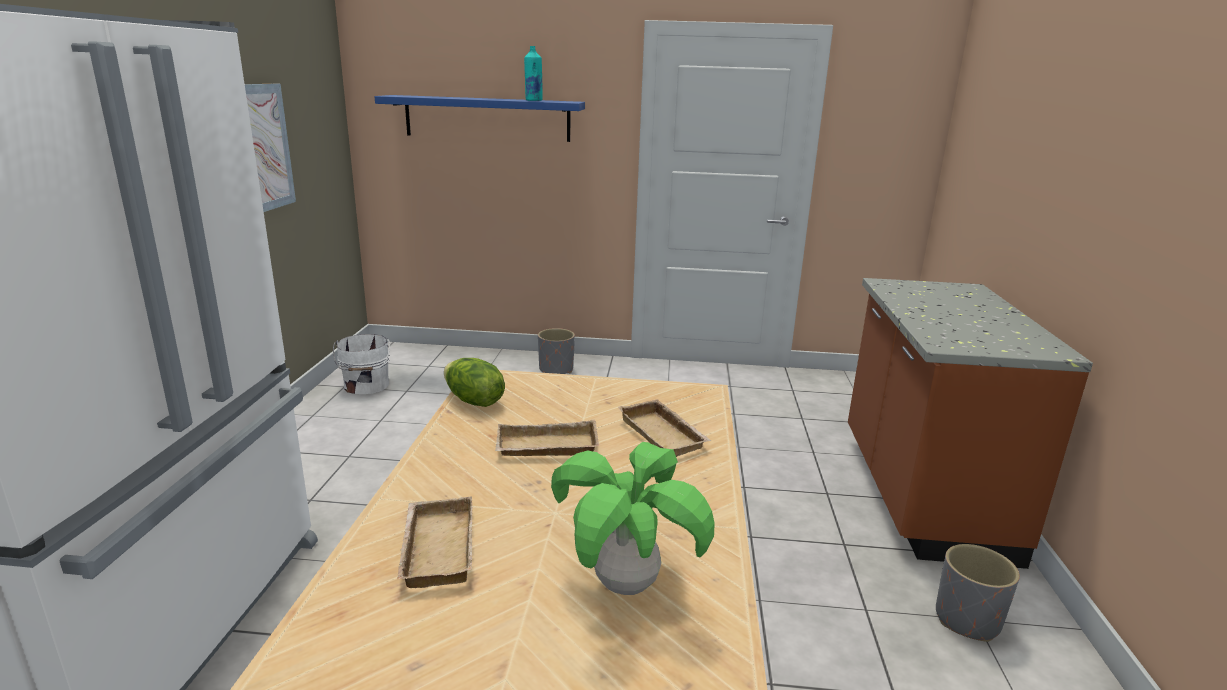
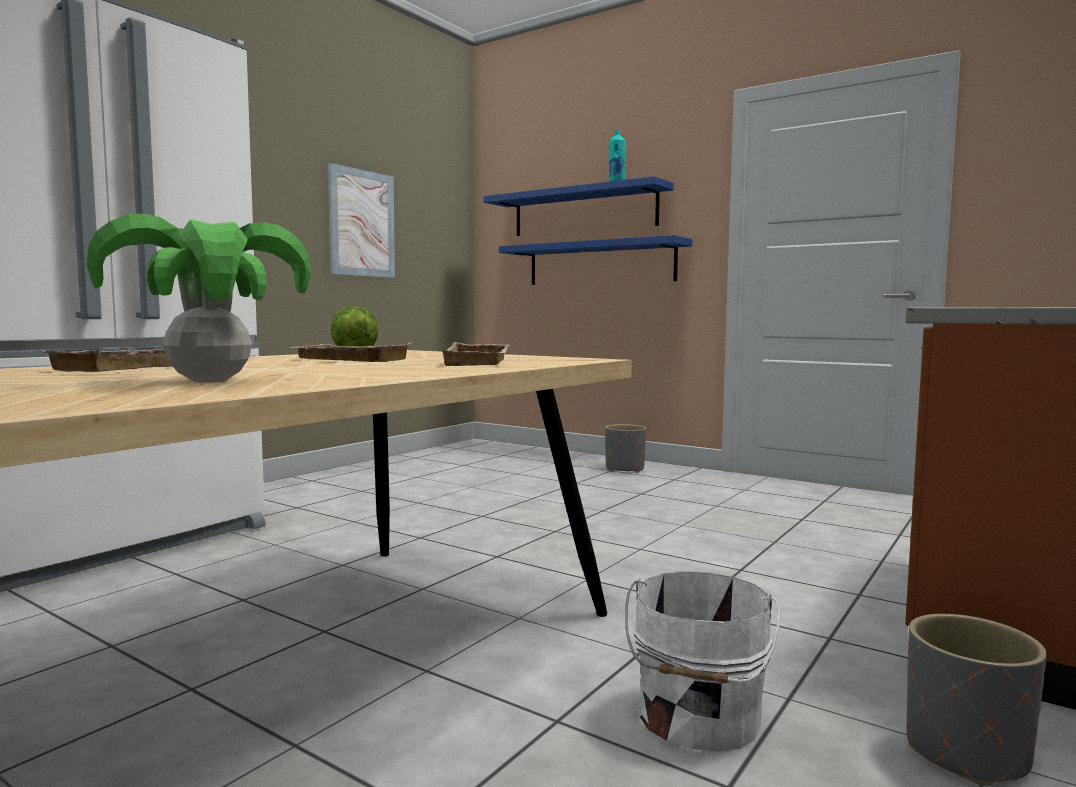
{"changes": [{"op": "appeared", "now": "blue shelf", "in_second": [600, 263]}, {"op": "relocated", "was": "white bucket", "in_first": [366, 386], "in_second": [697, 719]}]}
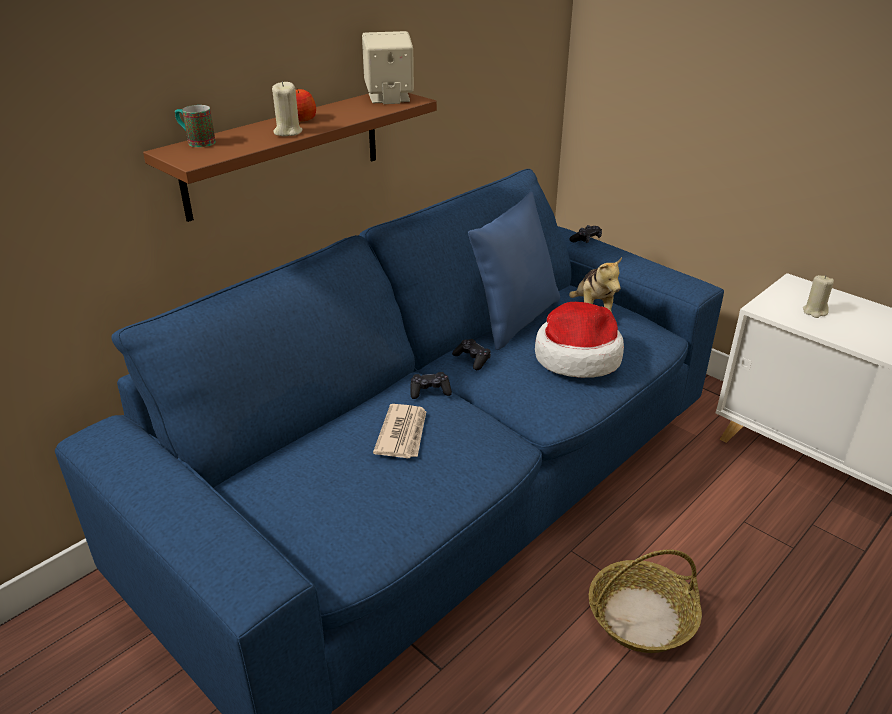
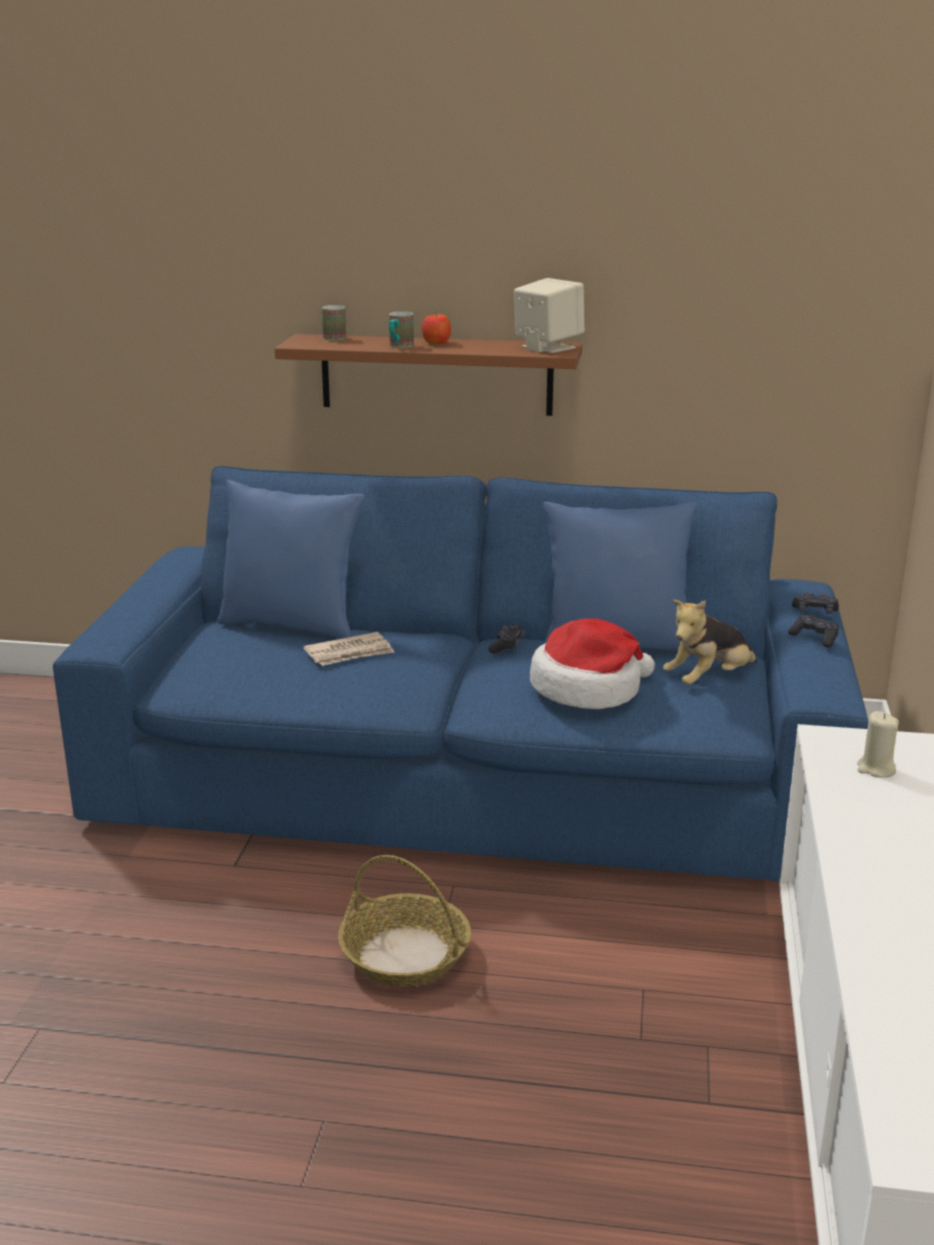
{"changes": [{"op": "appeared", "now": "blue pillow", "in_second": [292, 625]}, {"op": "relocated", "was": "black game controller", "in_first": [430, 391], "in_second": [815, 637]}, {"op": "exchanged", "was": "beige candle", "now": "mug", "in_first": [287, 132], "in_second": [399, 346]}]}
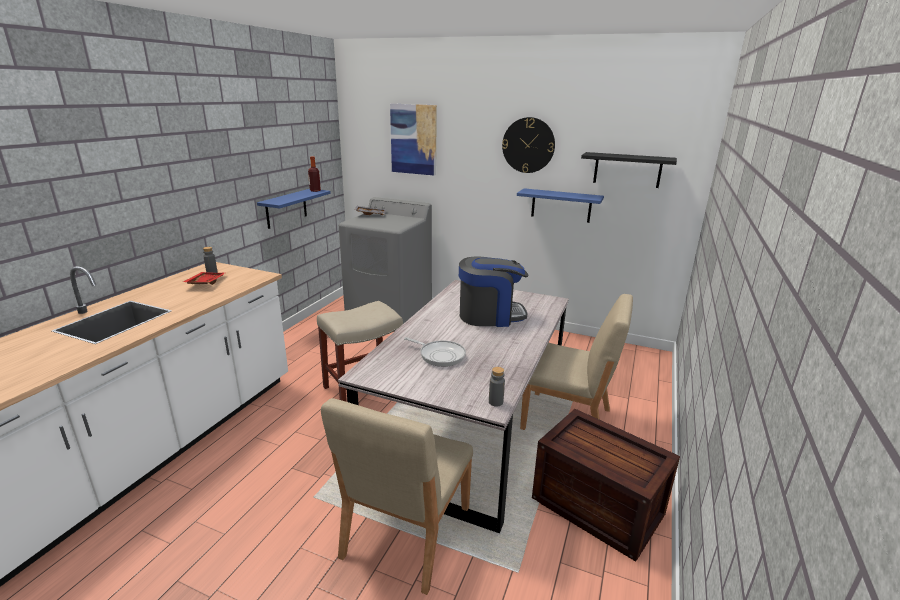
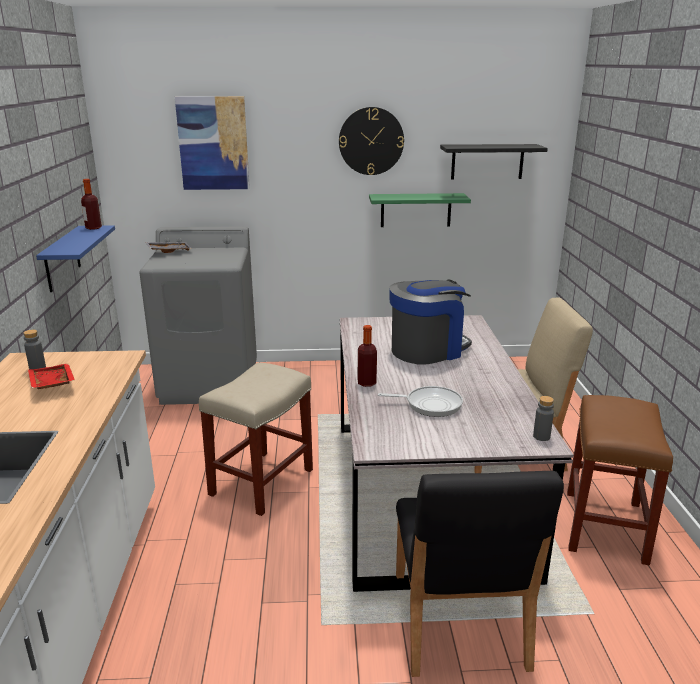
{"changes": [{"op": "appeared", "now": "bottle", "in_second": [366, 383]}, {"op": "exchanged", "was": "crate", "now": "brown stool", "in_first": [595, 505], "in_second": [604, 525]}, {"op": "colour", "was": "beige chair", "now": "black chair", "in_first": [405, 533], "in_second": [458, 622]}, {"op": "colour", "was": "blue shelf", "now": "green shelf", "in_first": [561, 205], "in_second": [416, 210]}]}
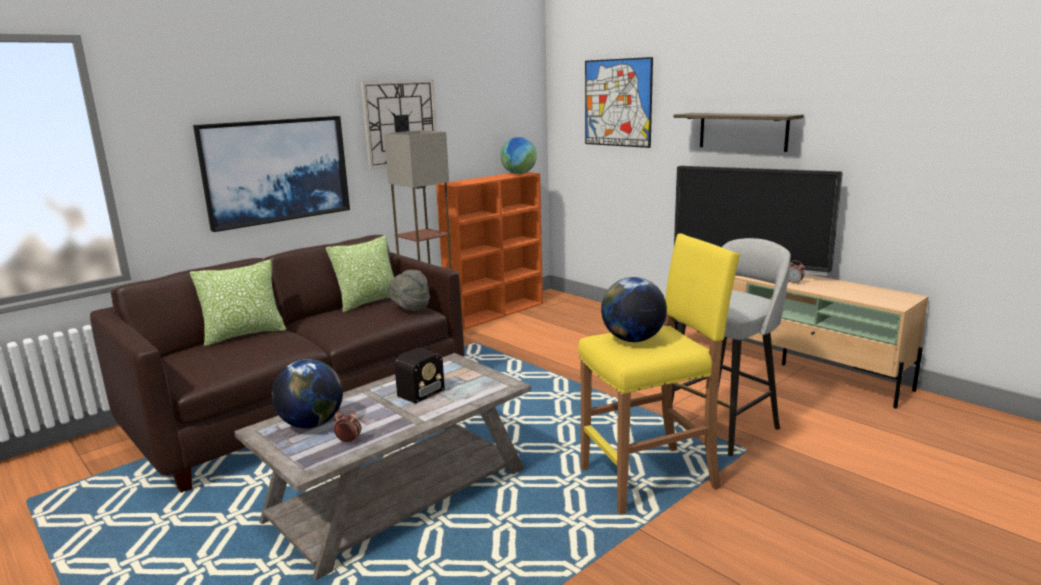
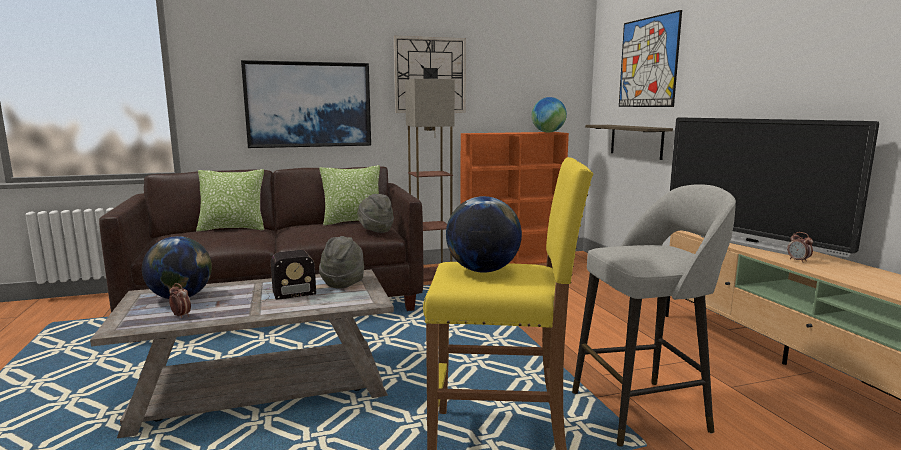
{"changes": [{"op": "appeared", "now": "grey hat", "in_second": [343, 282]}, {"op": "relocated", "was": "shelf", "in_first": [742, 131], "in_second": [636, 141]}]}
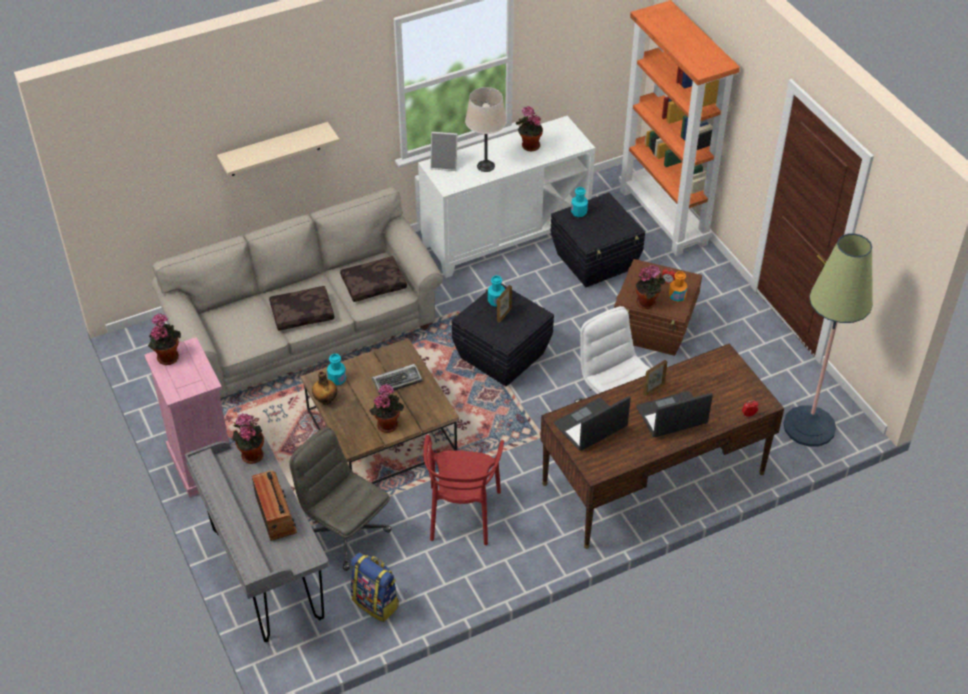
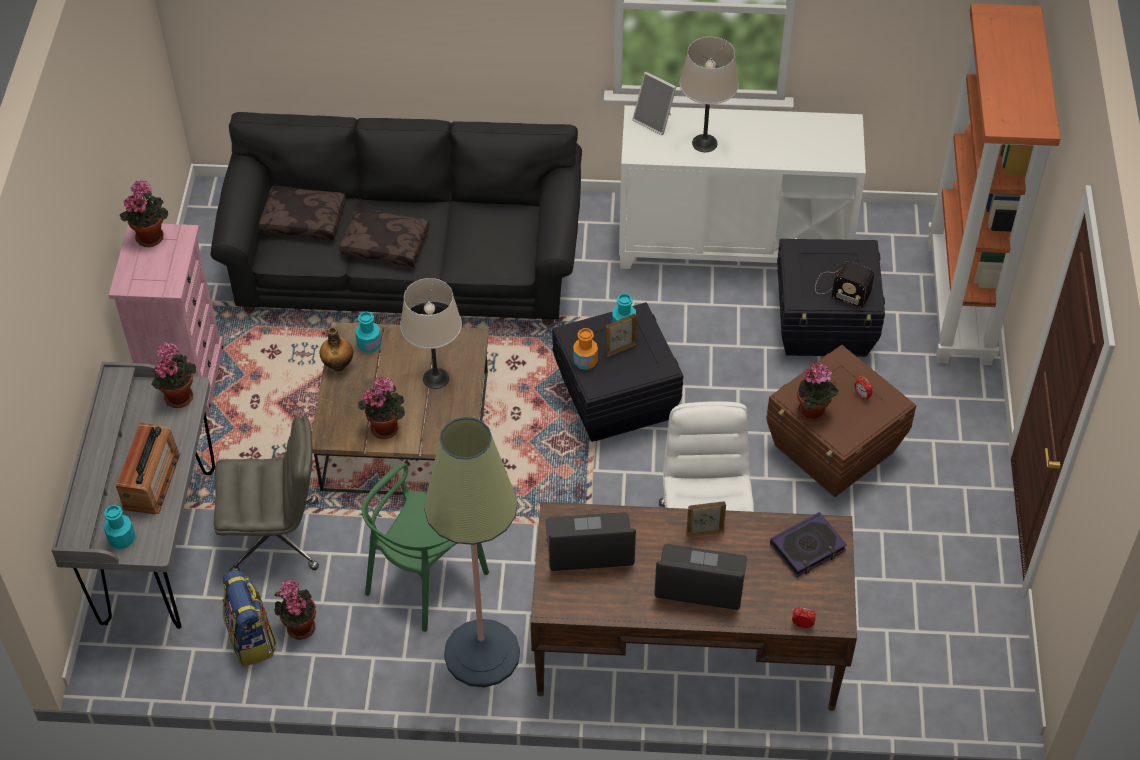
{"changes": [{"op": "missing", "was": "beige shelf", "in_first": [274, 150]}, {"op": "appeared", "now": "book", "in_second": [808, 548]}, {"op": "appeared", "now": "radio", "in_second": [840, 289]}, {"op": "relocated", "was": "brown pillow", "in_first": [374, 284], "in_second": [304, 219]}, {"op": "relocated", "was": "potted plant", "in_first": [529, 146], "in_second": [298, 626]}, {"op": "relocated", "was": "turquoise bottle", "in_first": [579, 212], "in_second": [122, 539]}, {"op": "relocated", "was": "orange bottle", "in_first": [677, 297], "in_second": [585, 361]}, {"op": "relocated", "was": "floor lamp", "in_first": [809, 426], "in_second": [482, 654]}, {"op": "exchanged", "was": "keyboard", "now": "beige table lamp", "in_first": [397, 381], "in_second": [436, 378]}, {"op": "colour", "was": "beige sofa", "now": "black sofa", "in_first": [304, 331], "in_second": [406, 266]}, {"op": "colour", "was": "red chair", "now": "green chair", "in_first": [462, 514], "in_second": [424, 579]}, {"op": "spun", "was": "grey office chair", "in_first": [344, 533], "in_second": [276, 537], "clockwise": 105}]}
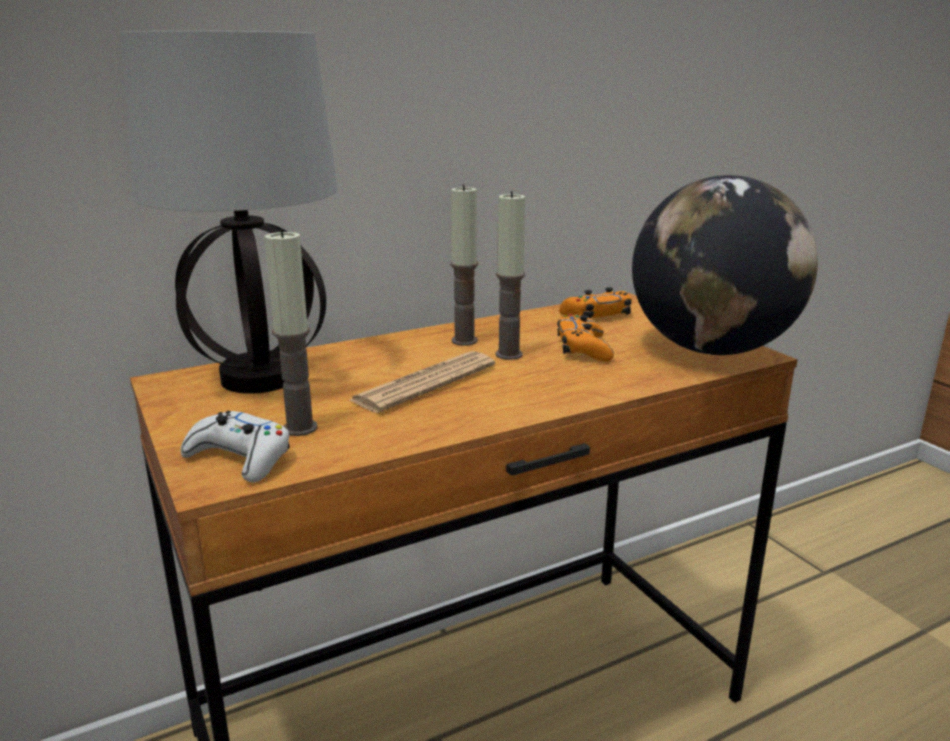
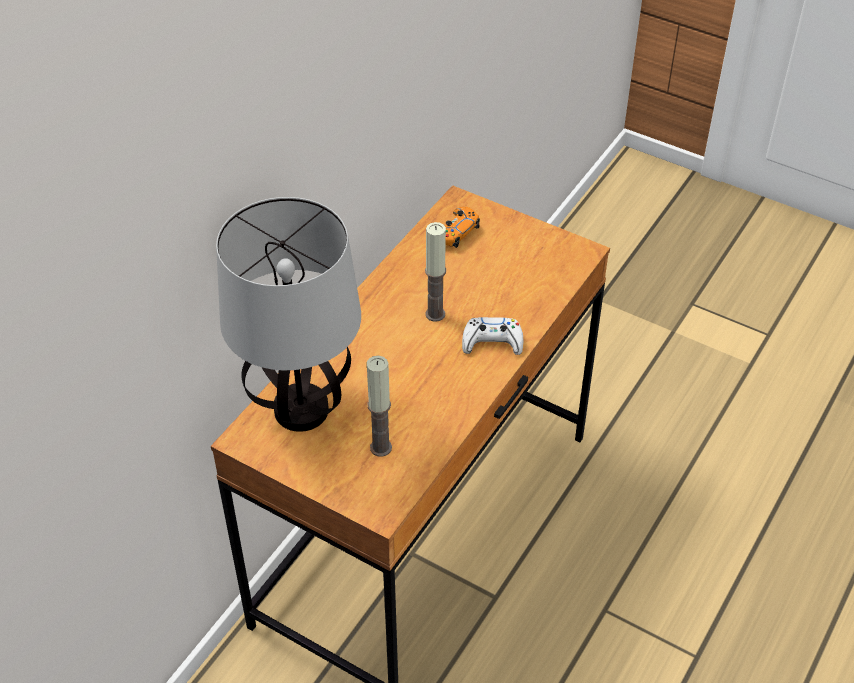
{"changes": [{"op": "missing", "was": "newspaper", "in_first": [425, 383]}, {"op": "missing", "was": "candle", "in_first": [464, 341]}, {"op": "missing", "was": "orange game controller", "in_first": [583, 348]}, {"op": "missing", "was": "globe", "in_first": [711, 349]}, {"op": "relocated", "was": "white game controller", "in_first": [240, 458], "in_second": [492, 342]}]}
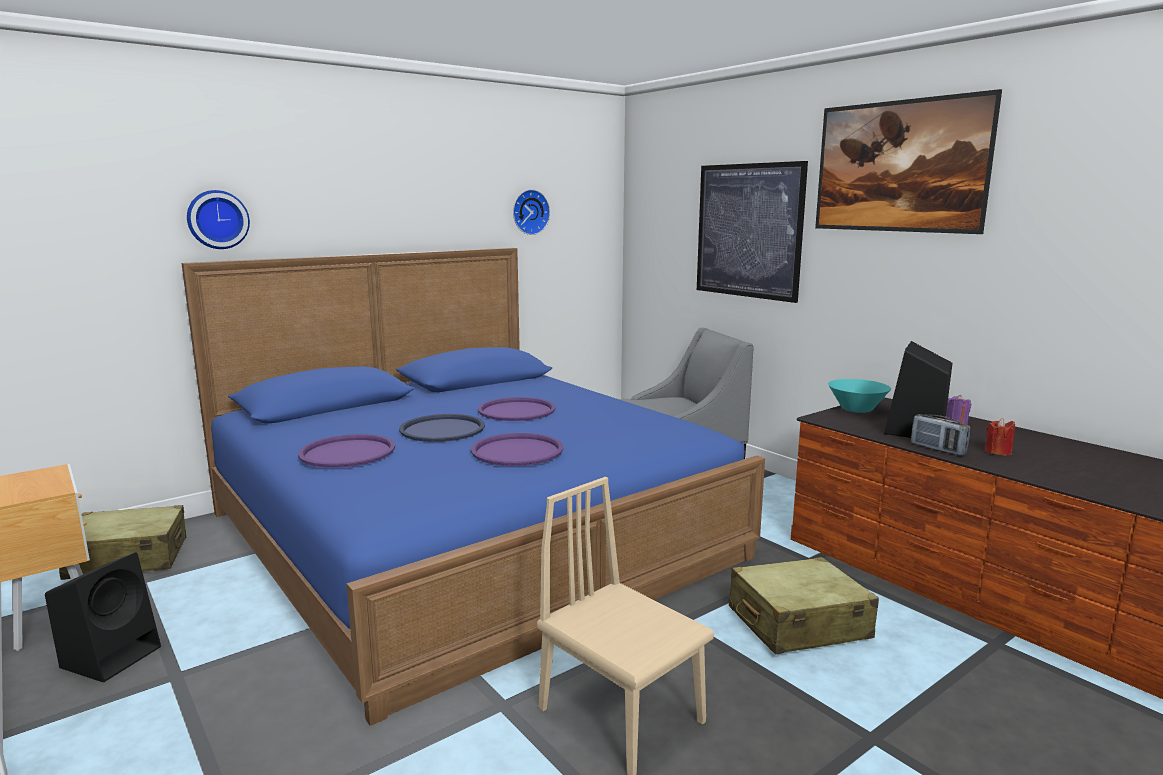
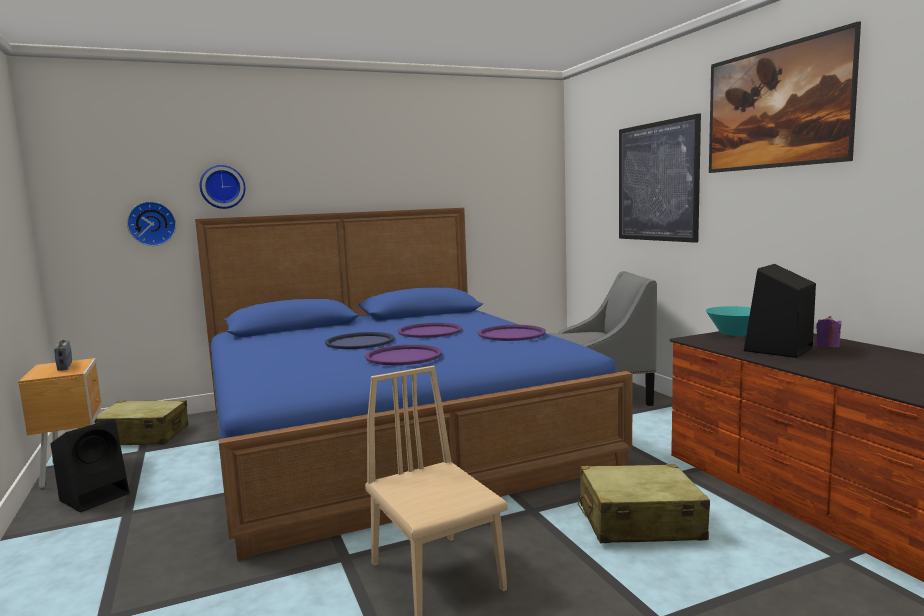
{"changes": [{"op": "missing", "was": "red candle", "in_first": [997, 452]}, {"op": "relocated", "was": "purple tray", "in_first": [347, 452], "in_second": [511, 334]}, {"op": "relocated", "was": "wall clock", "in_first": [529, 212], "in_second": [152, 223]}, {"op": "relocated", "was": "radio", "in_first": [937, 449], "in_second": [65, 366]}]}
